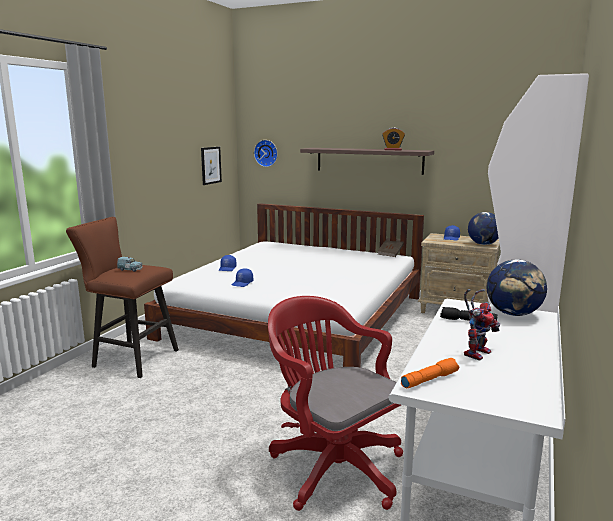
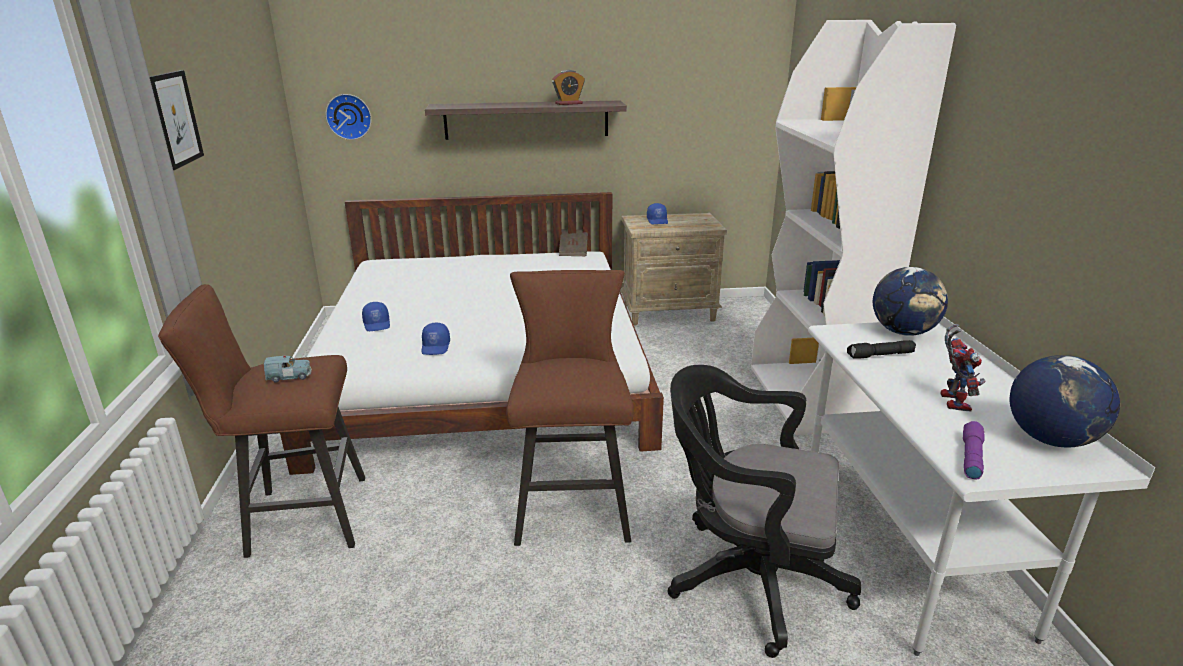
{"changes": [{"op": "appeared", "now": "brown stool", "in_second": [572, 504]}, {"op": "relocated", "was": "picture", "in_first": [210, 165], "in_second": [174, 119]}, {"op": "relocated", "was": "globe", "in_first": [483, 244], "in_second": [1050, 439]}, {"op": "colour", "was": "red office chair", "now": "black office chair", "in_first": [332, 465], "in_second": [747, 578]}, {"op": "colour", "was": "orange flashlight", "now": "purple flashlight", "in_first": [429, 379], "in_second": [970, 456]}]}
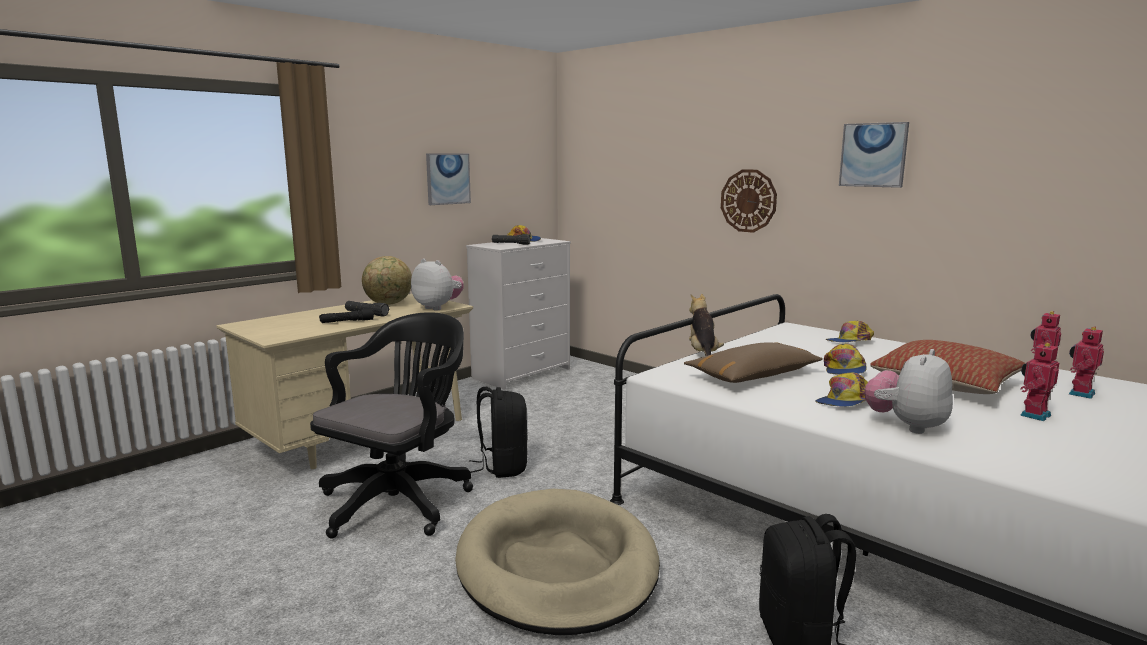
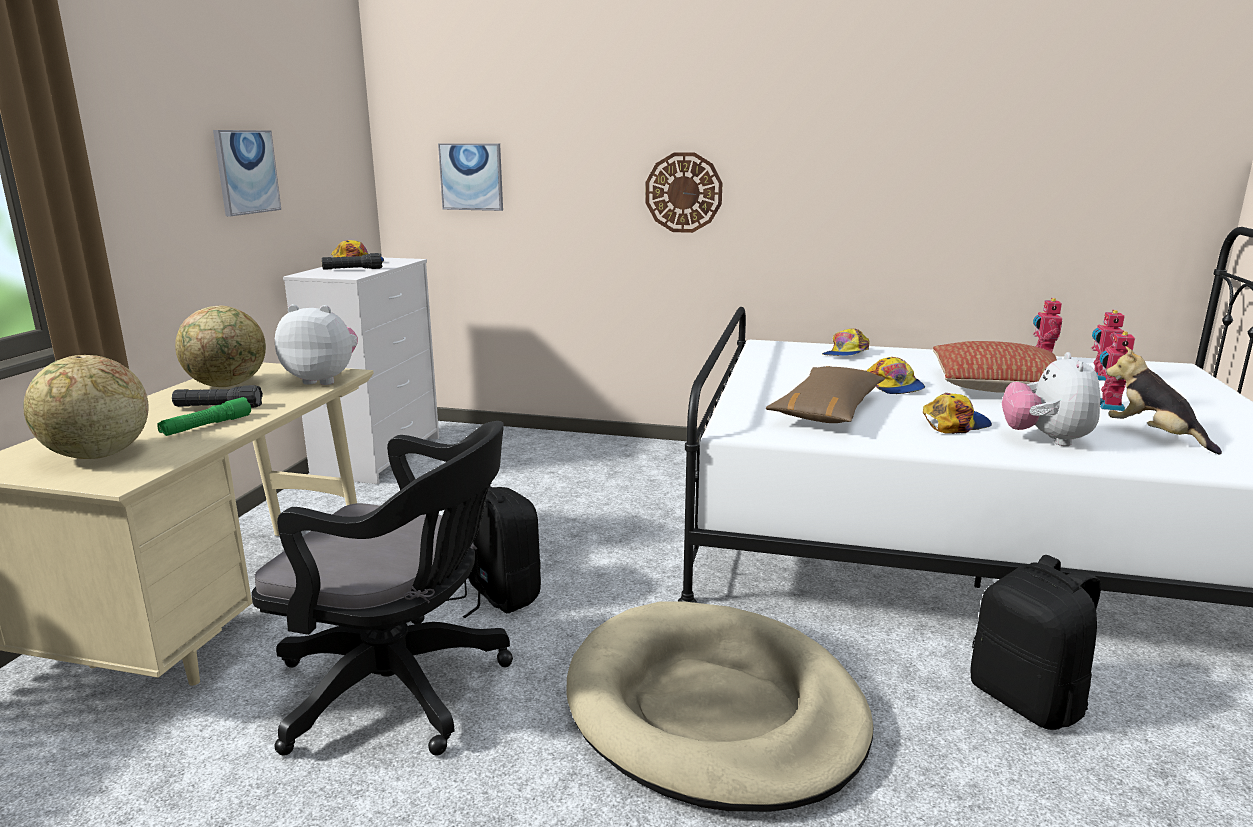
{"changes": [{"op": "appeared", "now": "globe", "in_second": [97, 456]}, {"op": "relocated", "was": "plush toy", "in_first": [703, 354], "in_second": [1154, 436]}, {"op": "relocated", "was": "picture", "in_first": [873, 155], "in_second": [471, 177]}, {"op": "colour", "was": "black flashlight", "now": "green flashlight", "in_first": [347, 321], "in_second": [207, 426]}, {"op": "spun", "was": "black office chair", "in_first": [400, 500], "in_second": [403, 689], "clockwise": 105}, {"op": "spun", "was": "cap", "in_first": [844, 401], "in_second": [955, 424], "clockwise": -135}]}
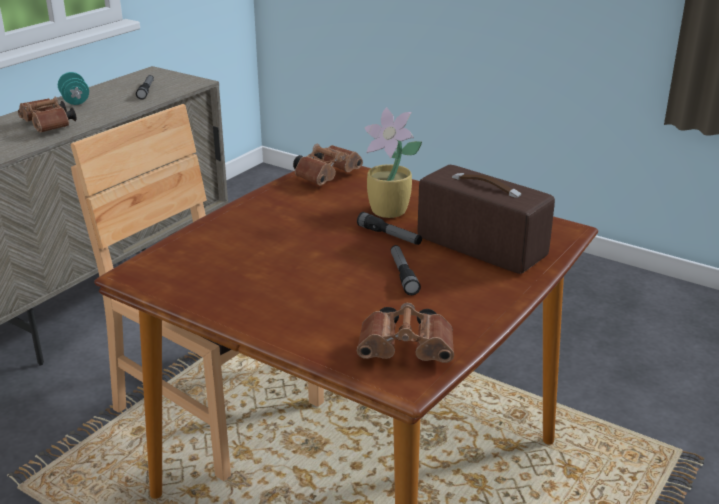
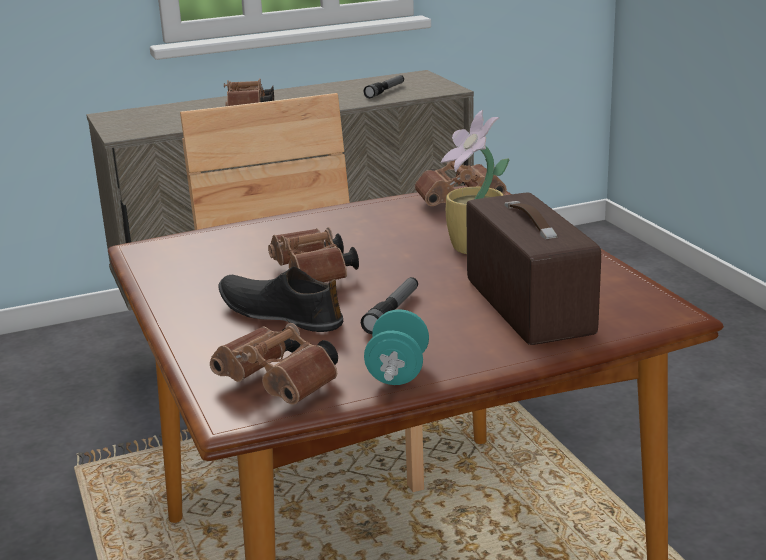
{"changes": [{"op": "missing", "was": "flashlight", "in_first": [389, 236]}, {"op": "appeared", "now": "black shoe", "in_second": [279, 313]}, {"op": "appeared", "now": "brown binoculars", "in_second": [314, 276]}, {"op": "relocated", "was": "turquoise dumbbell", "in_first": [75, 101], "in_second": [398, 372]}]}
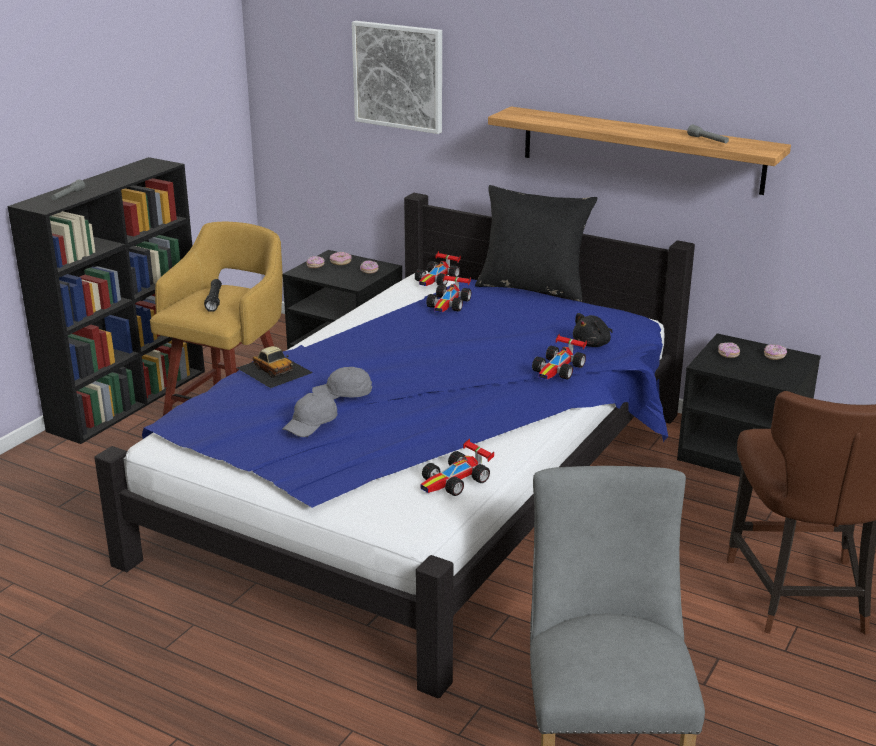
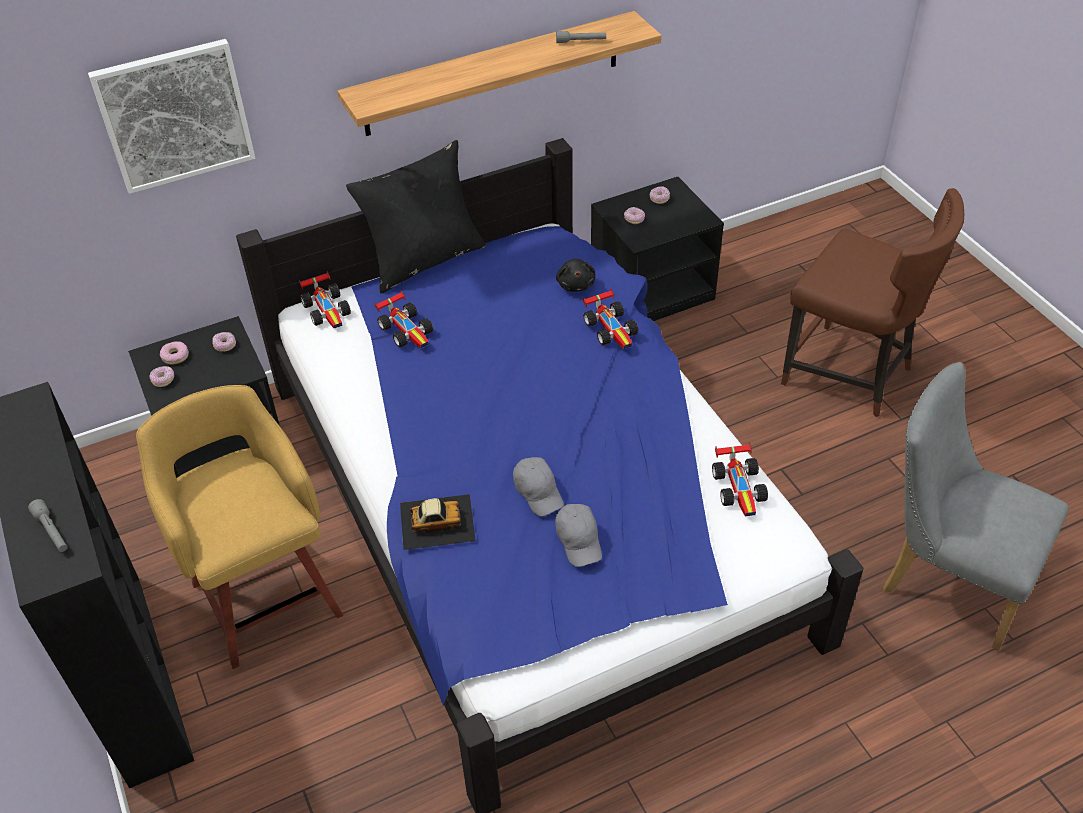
{"changes": [{"op": "missing", "was": "black flashlight", "in_first": [214, 300]}, {"op": "spun", "was": "grey cap", "in_first": [343, 395], "in_second": [538, 492], "clockwise": -60}]}
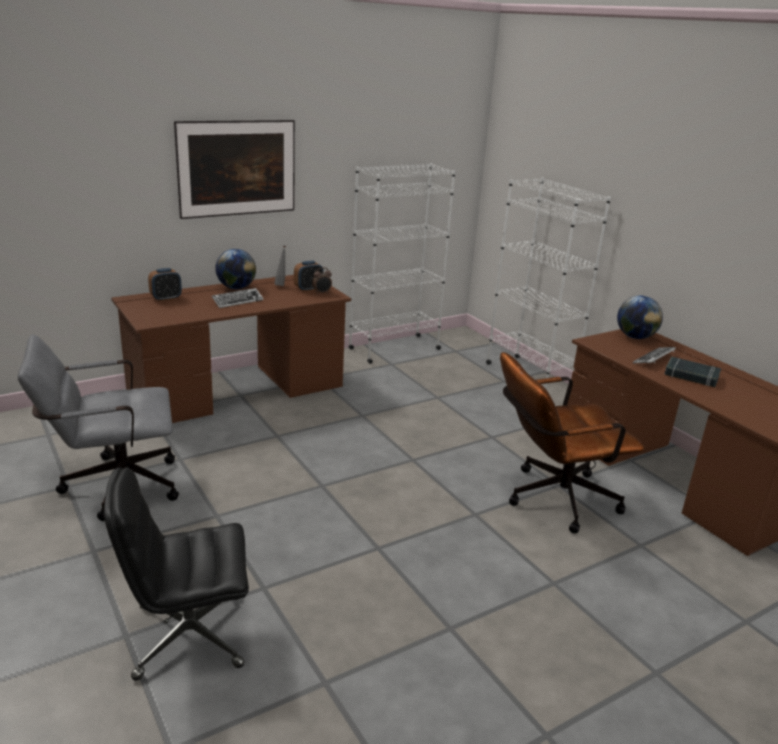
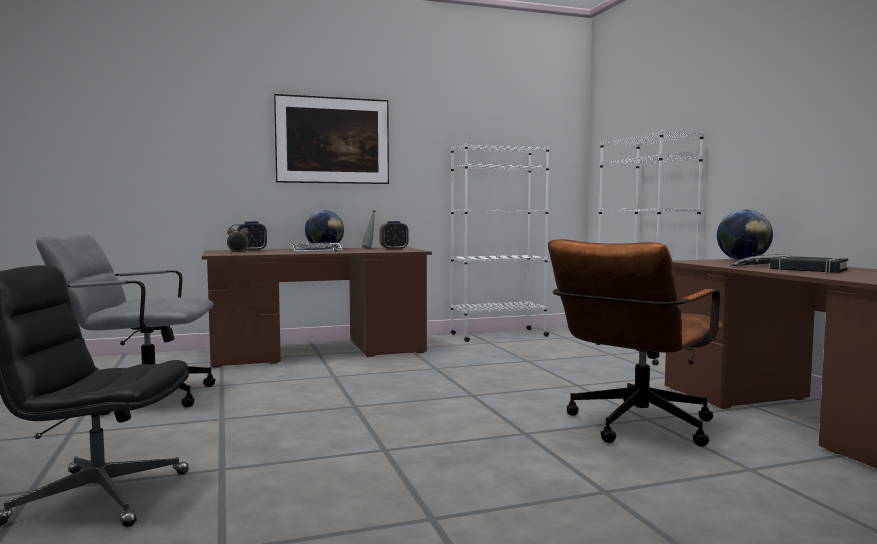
{"changes": [{"op": "relocated", "was": "alarm clock", "in_first": [322, 293], "in_second": [238, 253]}, {"op": "spun", "was": "brown office chair", "in_first": [552, 499], "in_second": [634, 428], "clockwise": -45}]}
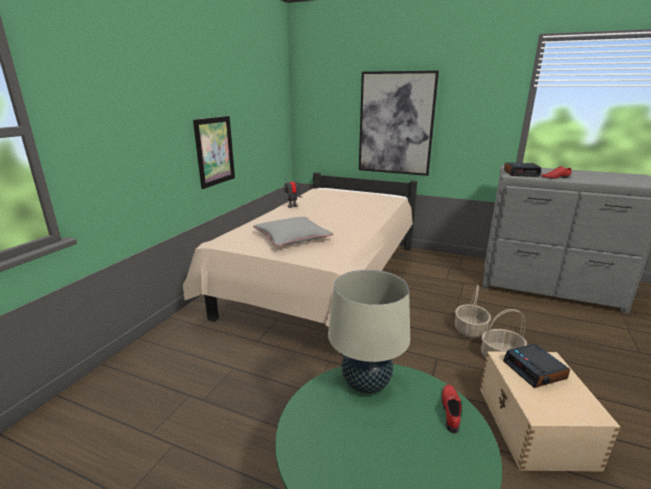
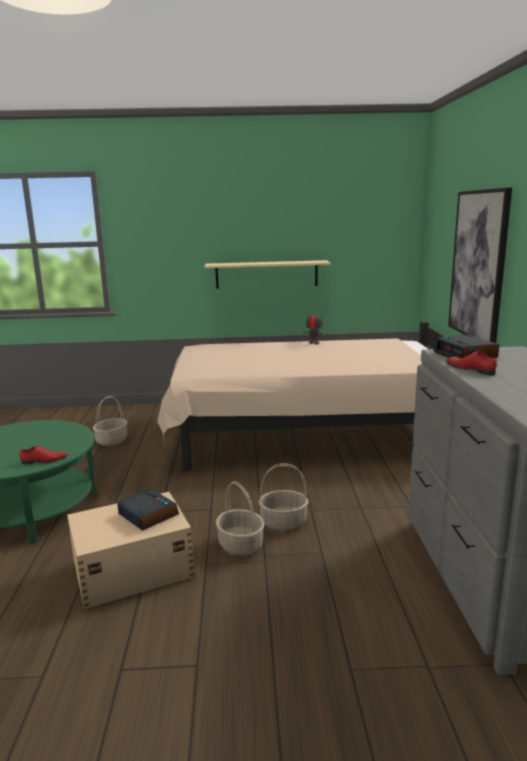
{"changes": [{"op": "missing", "was": "grey pillow", "in_first": [292, 237]}, {"op": "missing", "was": "beige table lamp", "in_first": [366, 384]}, {"op": "appeared", "now": "basket", "in_second": [112, 441]}, {"op": "exchanged", "was": "picture", "now": "beige shelf", "in_first": [215, 151], "in_second": [266, 274]}, {"op": "spun", "was": "alarm clock", "in_first": [535, 370], "in_second": [147, 515], "clockwise": 90}]}
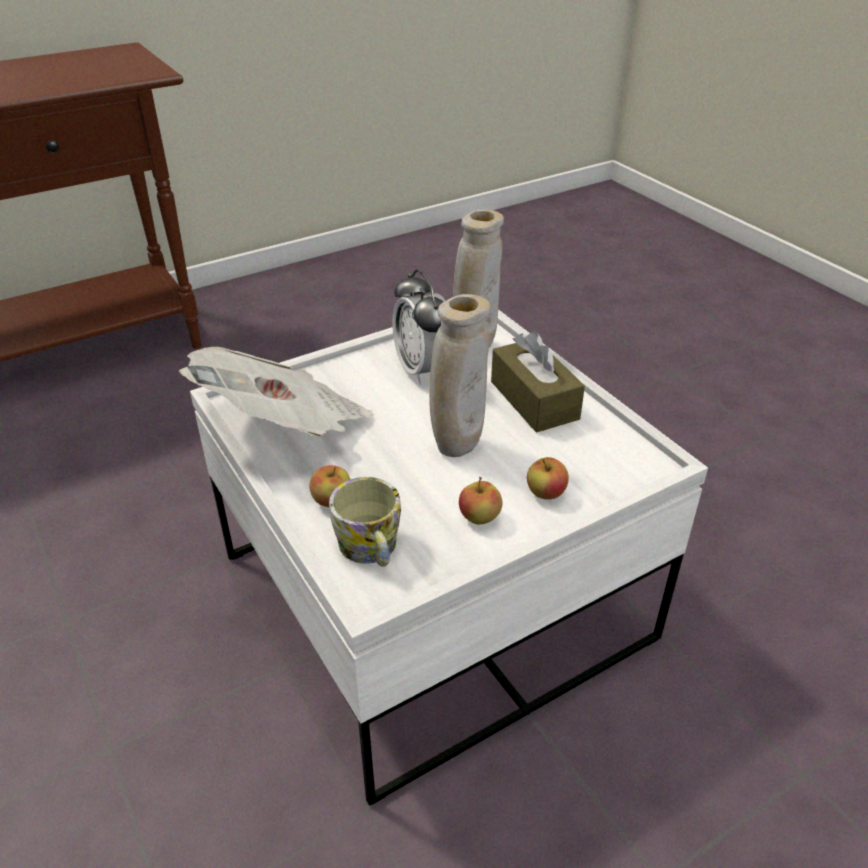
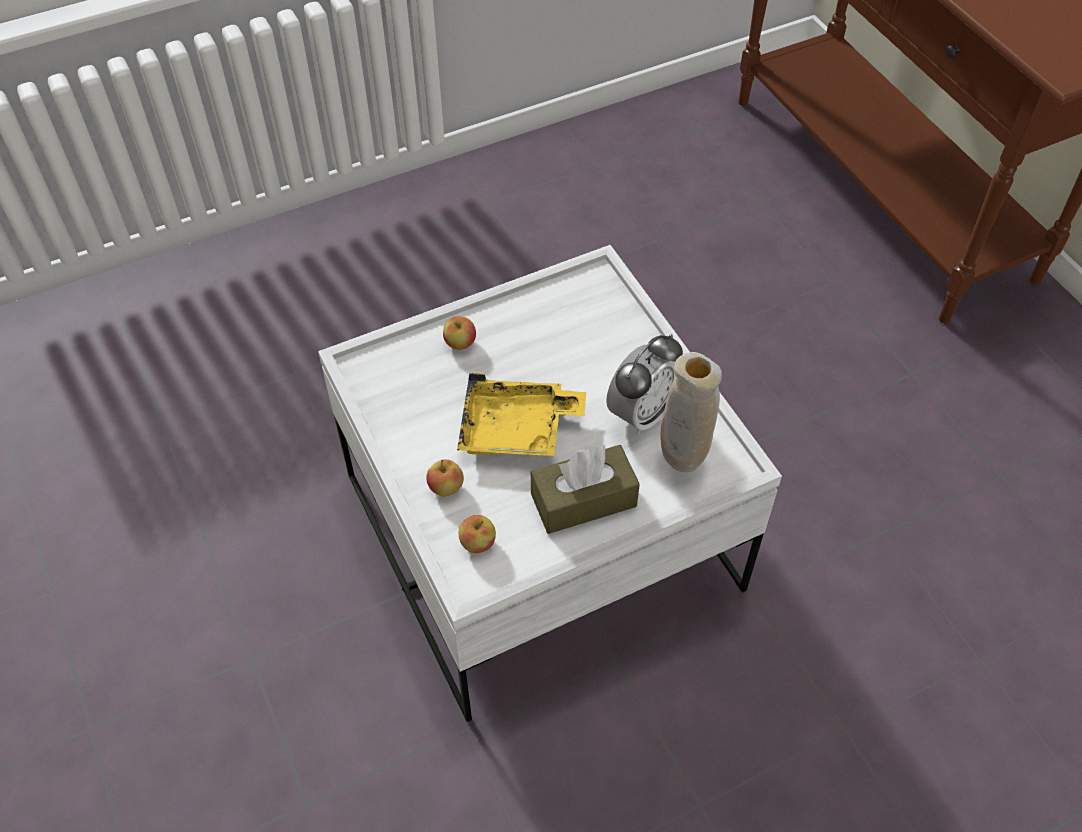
{"changes": [{"op": "missing", "was": "newspaper", "in_first": [286, 427]}, {"op": "missing", "was": "mug", "in_first": [371, 550]}, {"op": "relocated", "was": "apple", "in_first": [479, 517], "in_second": [477, 543]}, {"op": "exchanged", "was": "beige vase", "now": "yellow tray", "in_first": [457, 447], "in_second": [517, 430]}, {"op": "spun", "was": "alarm clock", "in_first": [423, 370], "in_second": [642, 413], "clockwise": 150}]}
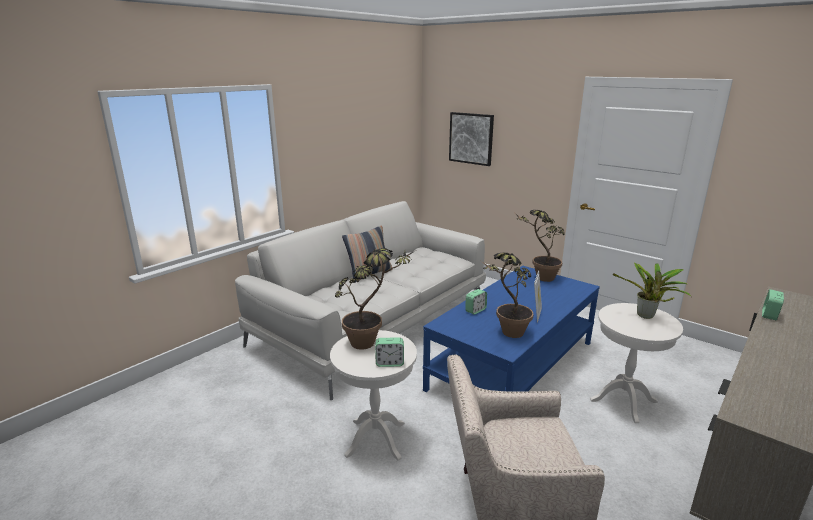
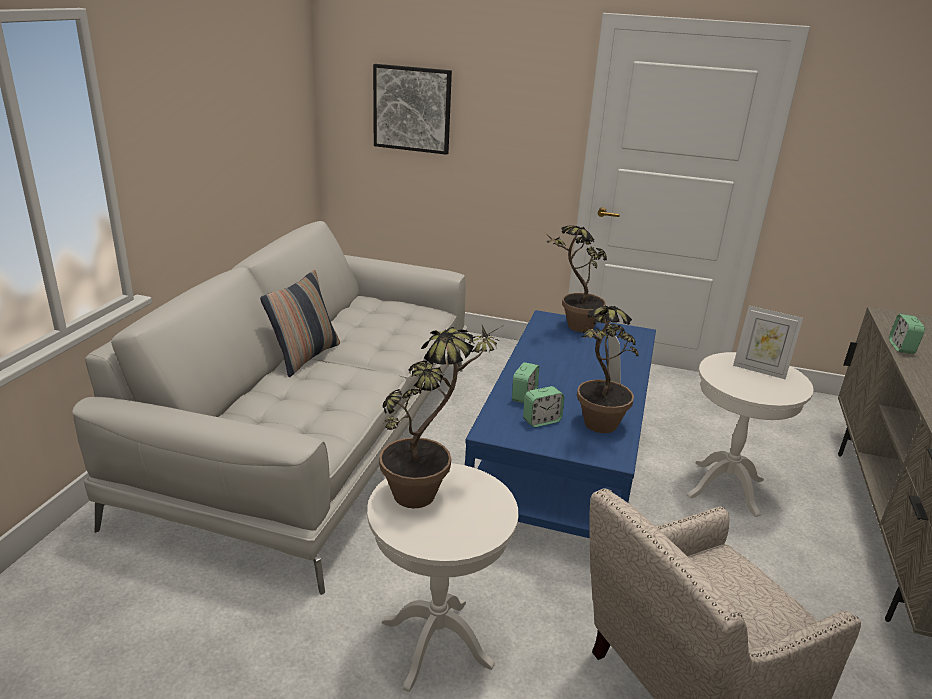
{"changes": [{"op": "relocated", "was": "alarm clock", "in_first": [389, 363], "in_second": [541, 421]}, {"op": "exchanged", "was": "potted plant", "now": "picture frame", "in_first": [646, 317], "in_second": [759, 370]}]}
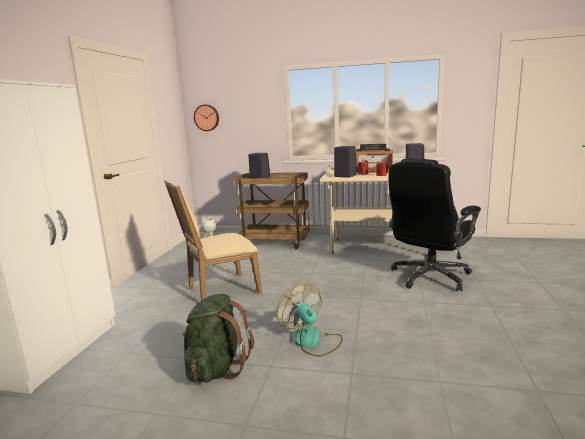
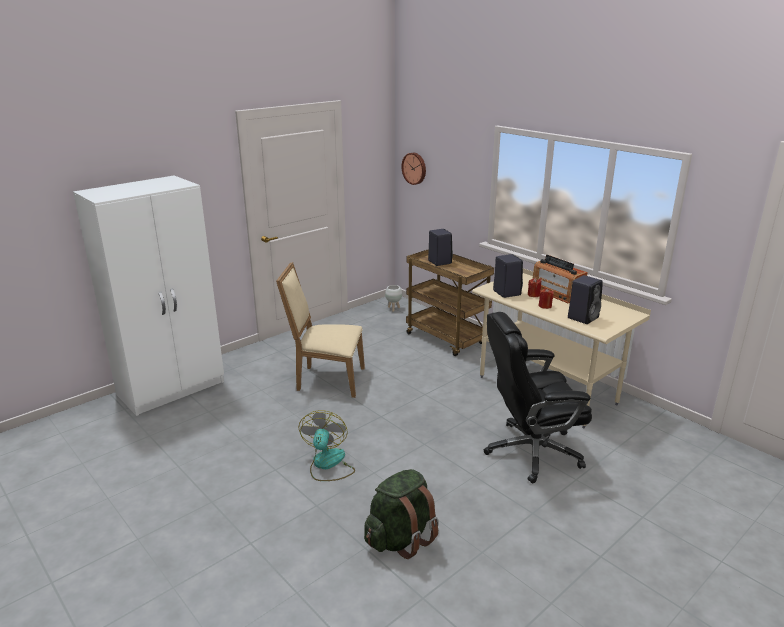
{"changes": [{"op": "relocated", "was": "green backpack", "in_first": [216, 368], "in_second": [400, 538]}]}
